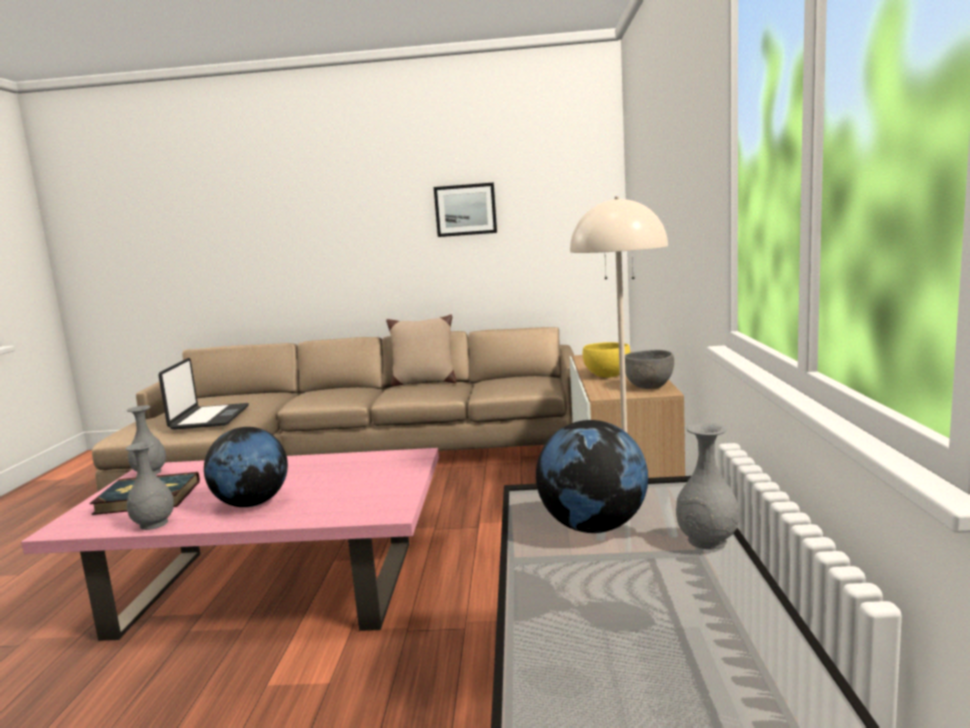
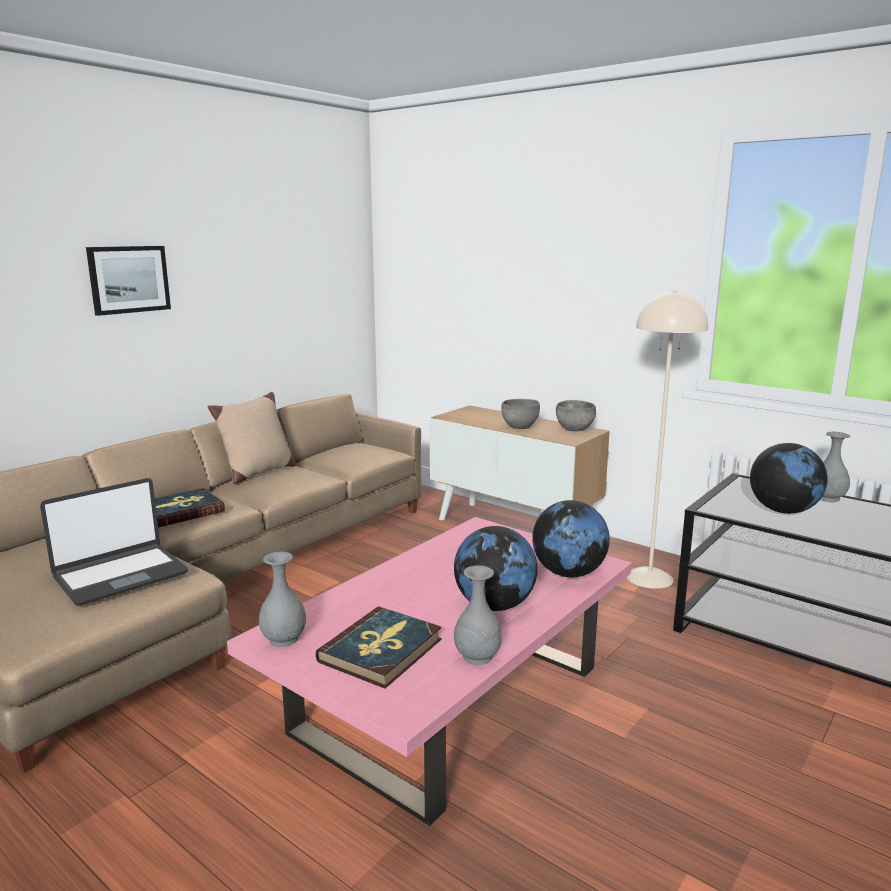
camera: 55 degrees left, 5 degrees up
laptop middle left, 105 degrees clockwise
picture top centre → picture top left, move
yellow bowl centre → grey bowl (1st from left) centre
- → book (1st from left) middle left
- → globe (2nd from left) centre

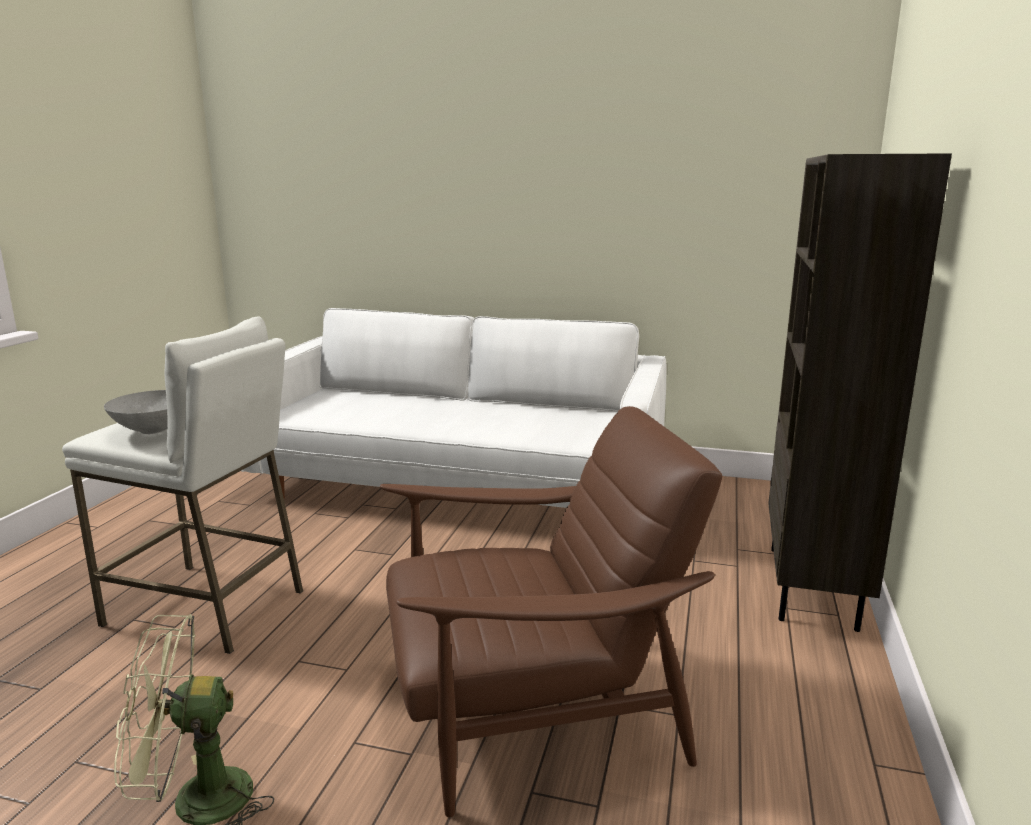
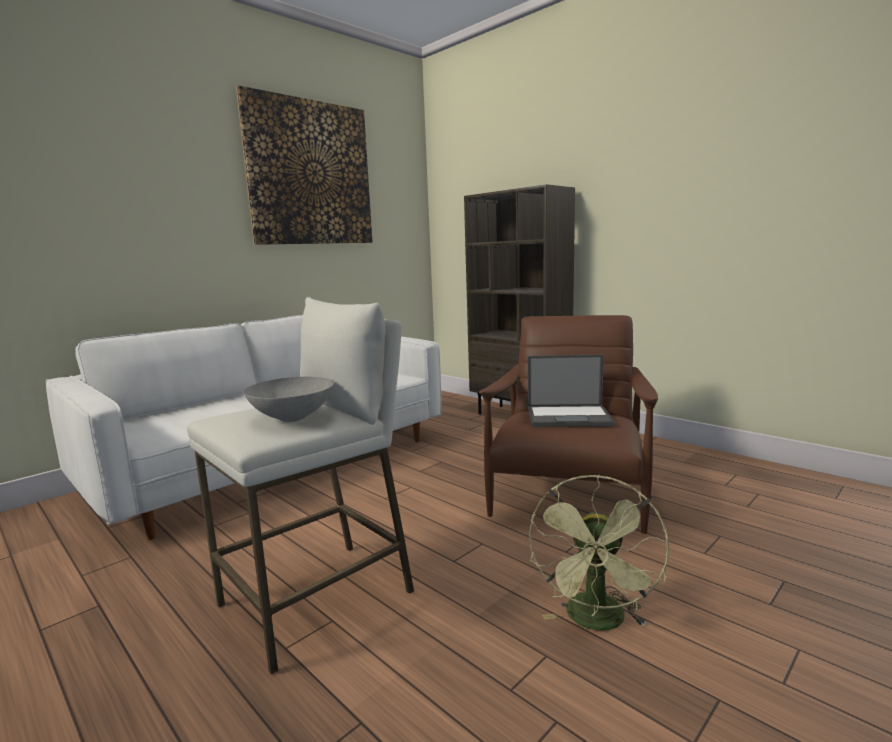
camera: 60 degrees left, 5 degrees down
- → picture top centre
- → laptop centre

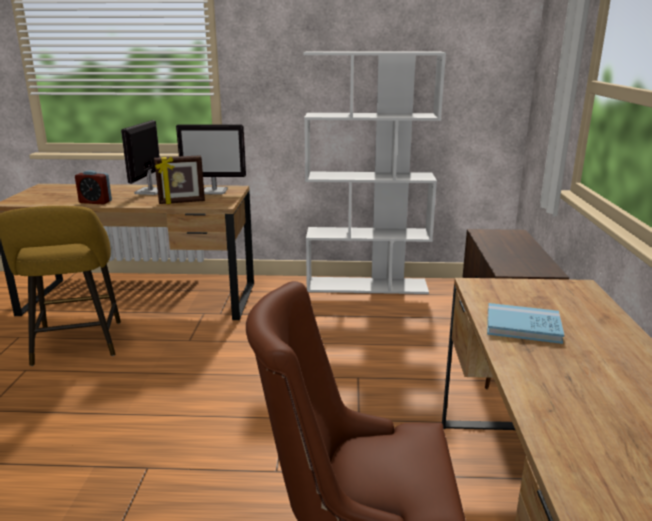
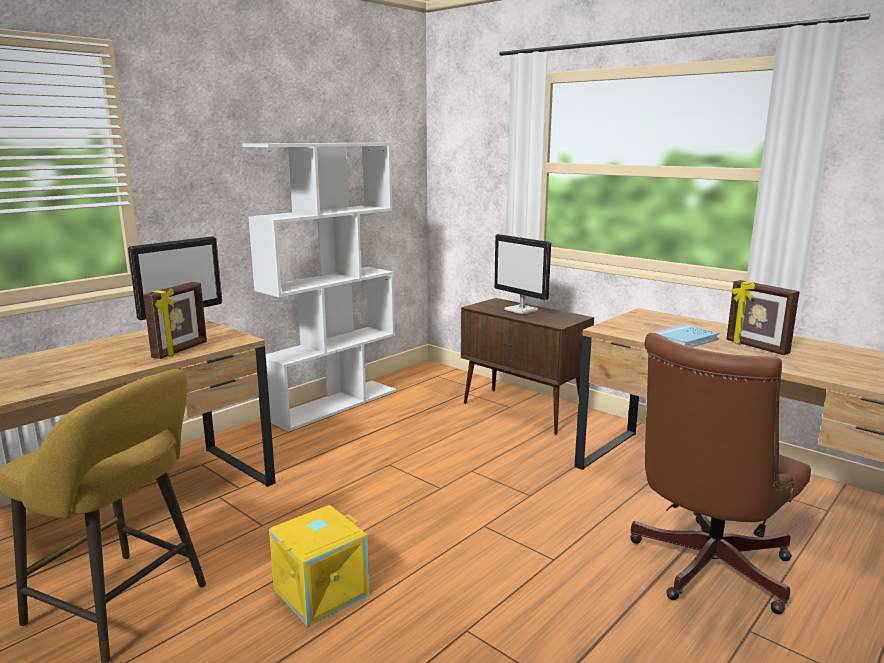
camera: 50 degrees left, 5 degrees down
alarm clock middle left → -
monitor (1st from left in the first image) top left → monitor (2nd from left) centre, move
- → yellow storage box bottom centre
- → picture frame (2nd from left) middle right

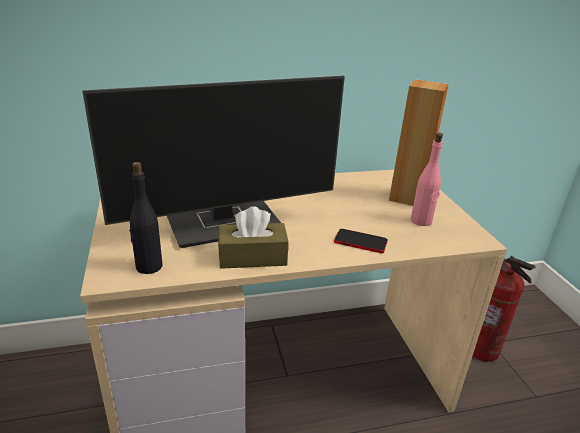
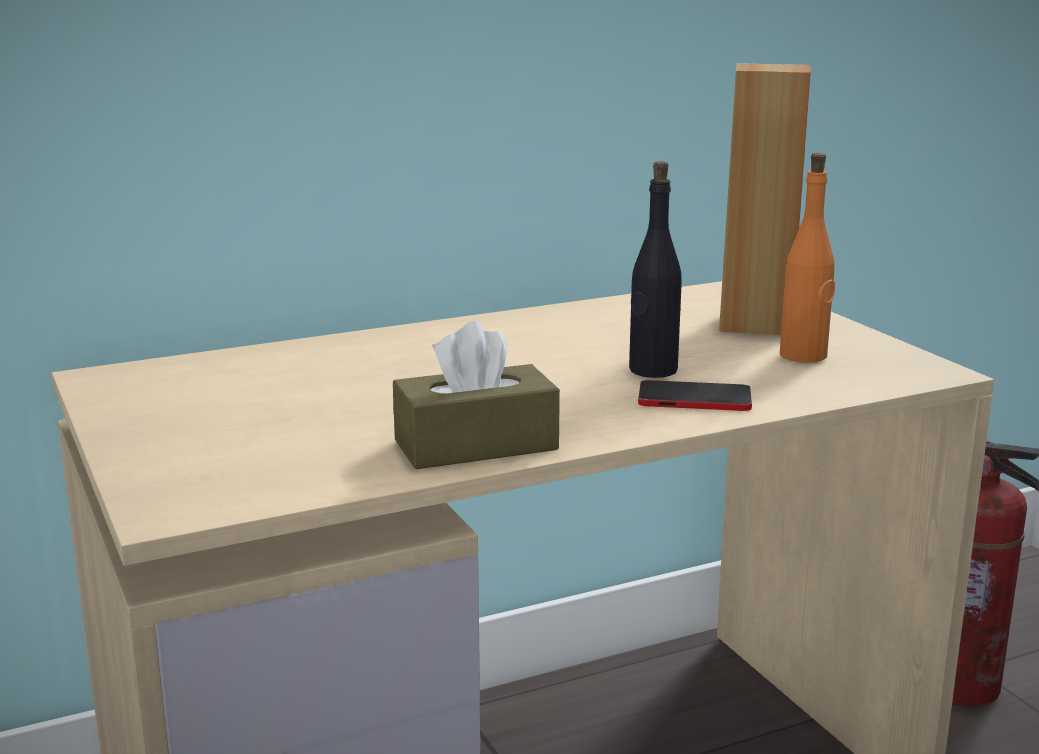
camera: 10 degrees left, 10 degrees down
monitor centre → -
black bottle middle left → black bottle centre, move
pink bottle middle right → orange bottle middle right

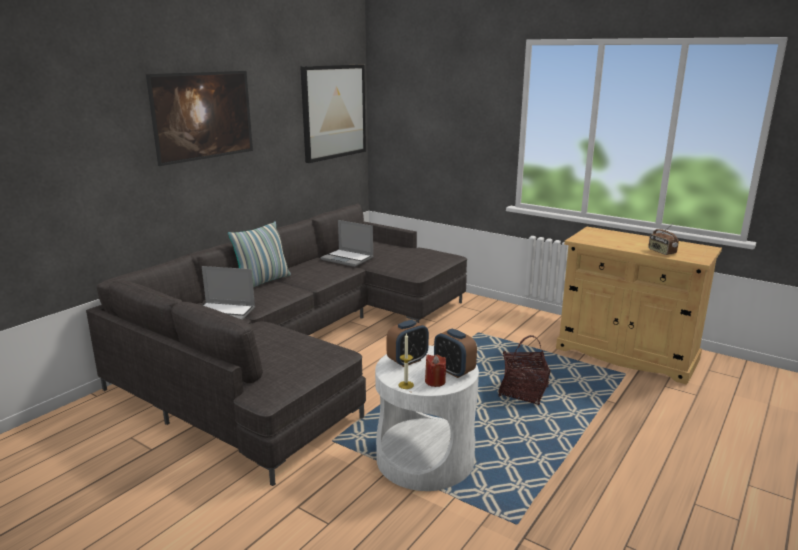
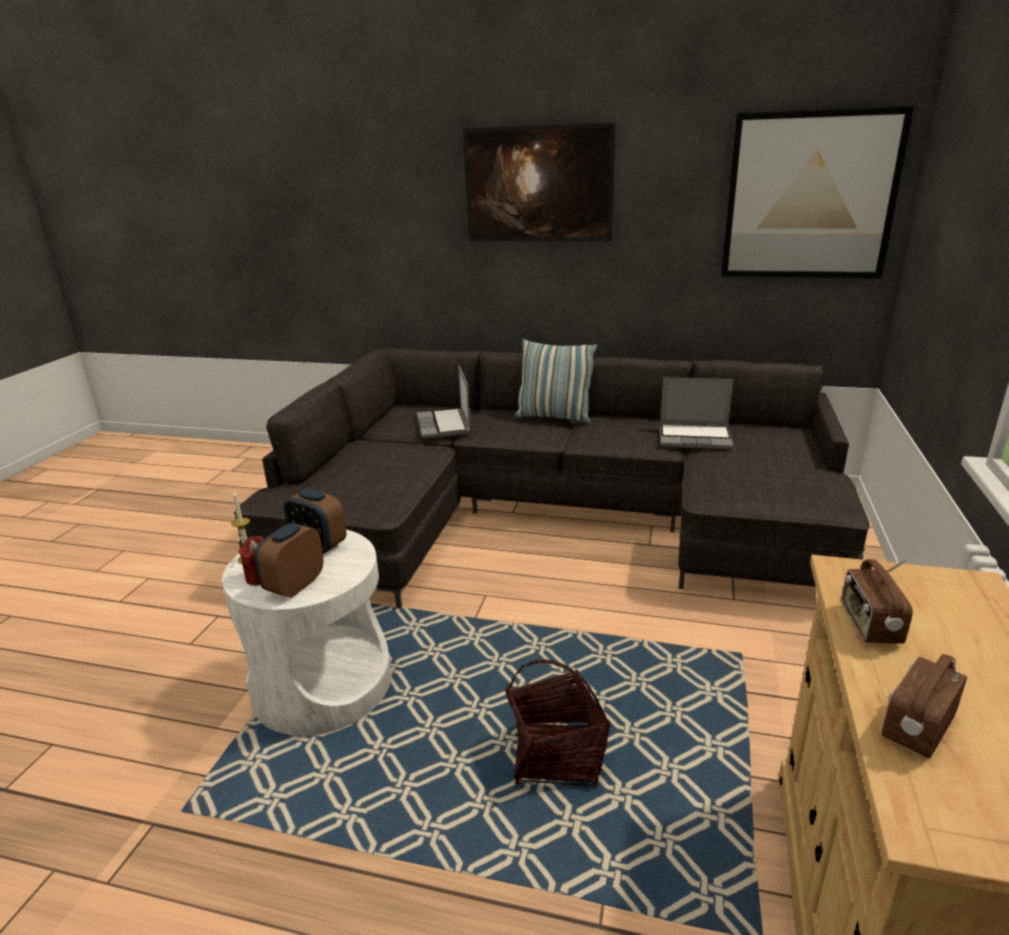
camera: 70 degrees right, 5 degrees up
laptop (2nd from left) centre → laptop (2nd from left) middle right, 90 degrees counterclockwise
- → radio (1st from left) middle right

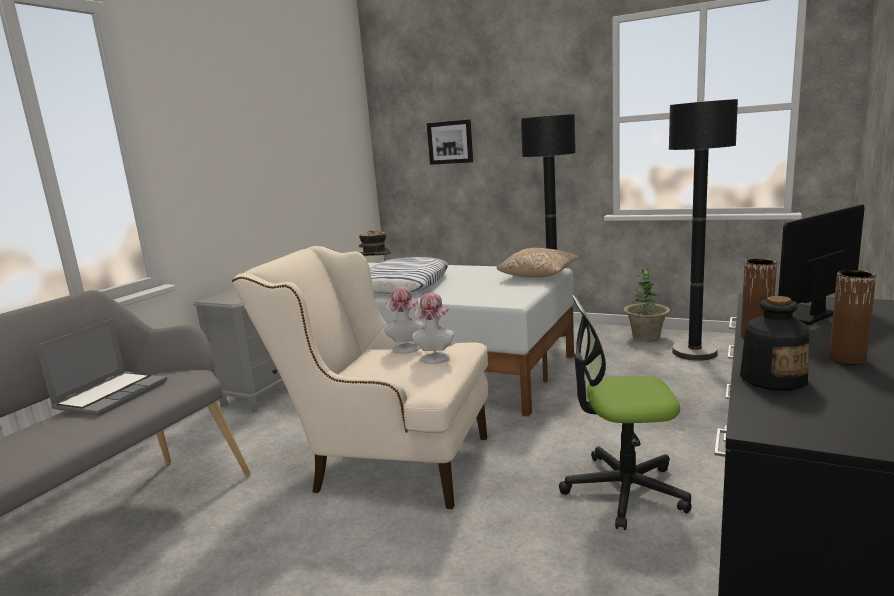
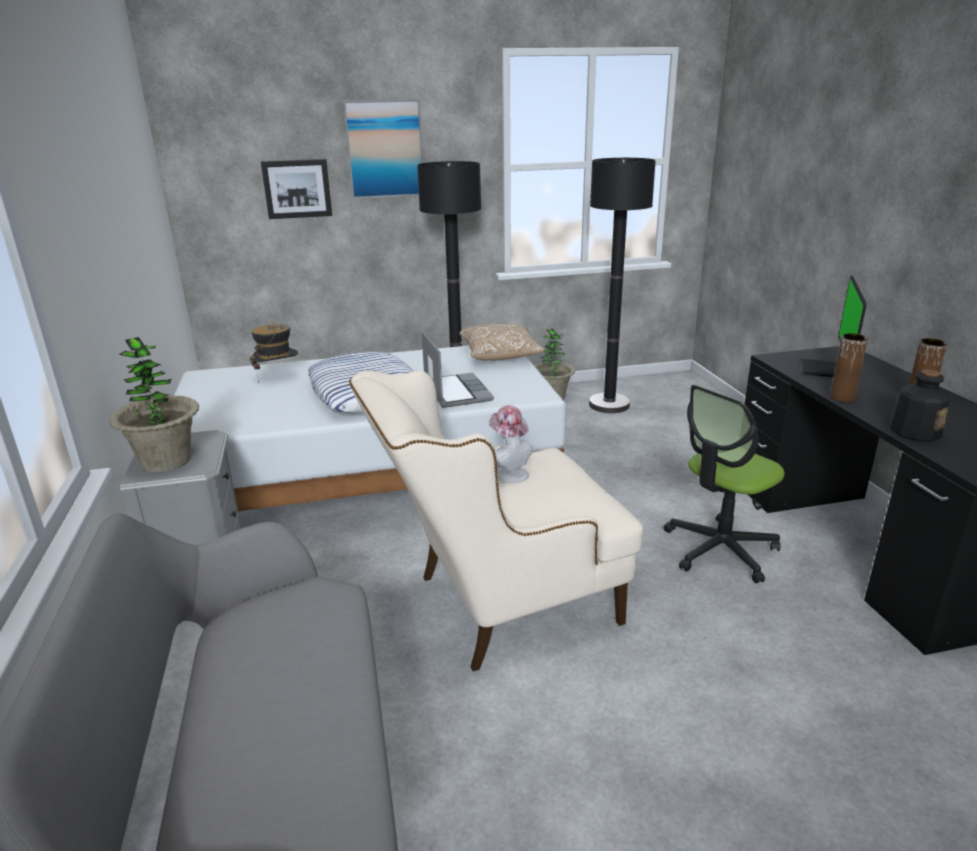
camera: 40 degrees left, 10 degrees up
laptop middle left → laptop centre, move
hat (3rd from left) centre → -
- → potted plant (1st from left) middle left
- → picture (2nd from left) top centre

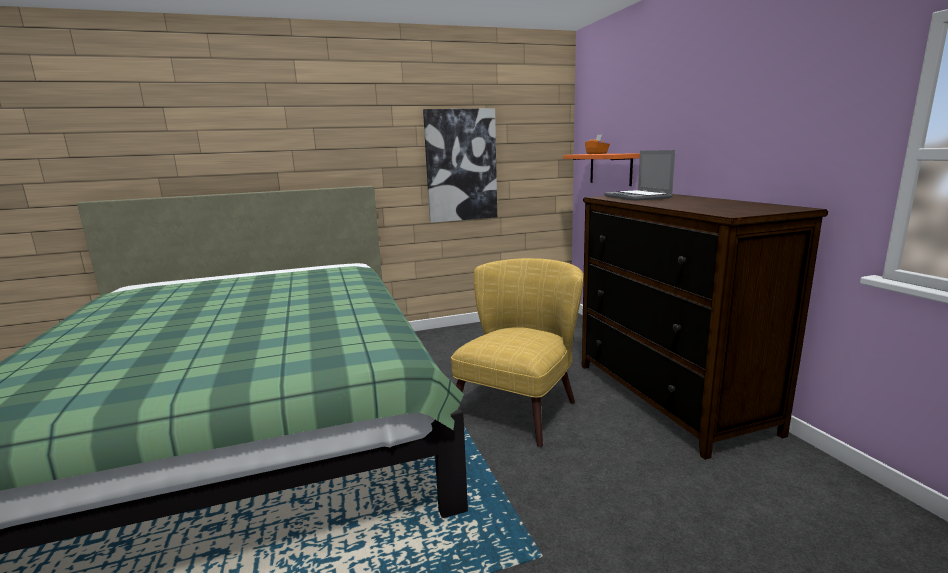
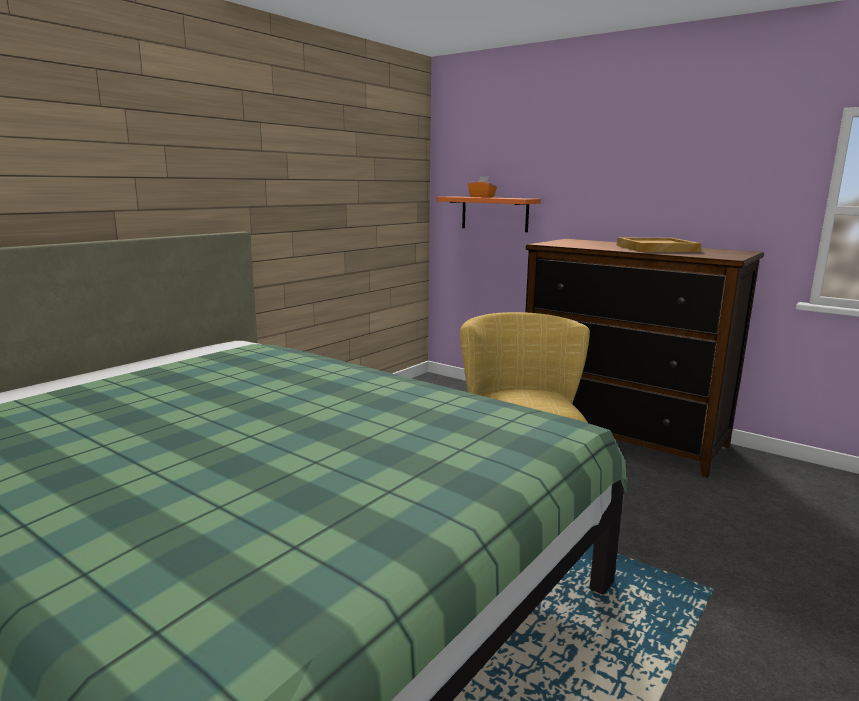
camera: 35 degrees left, 0 degrees up
picture top centre → -
laptop top right → -
- → beige tray middle right

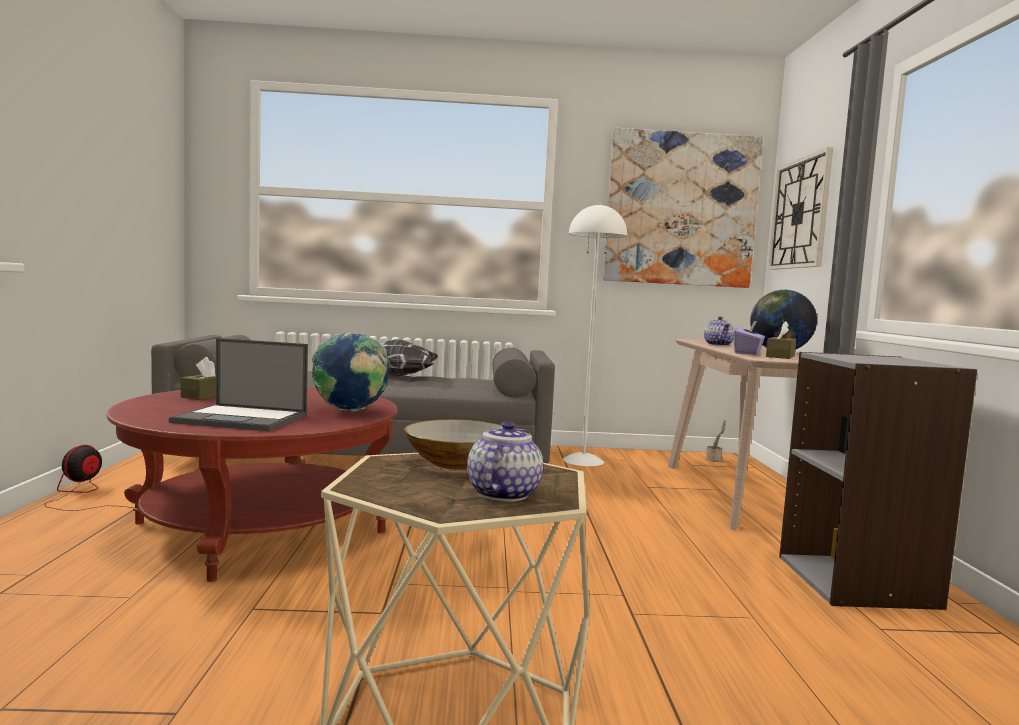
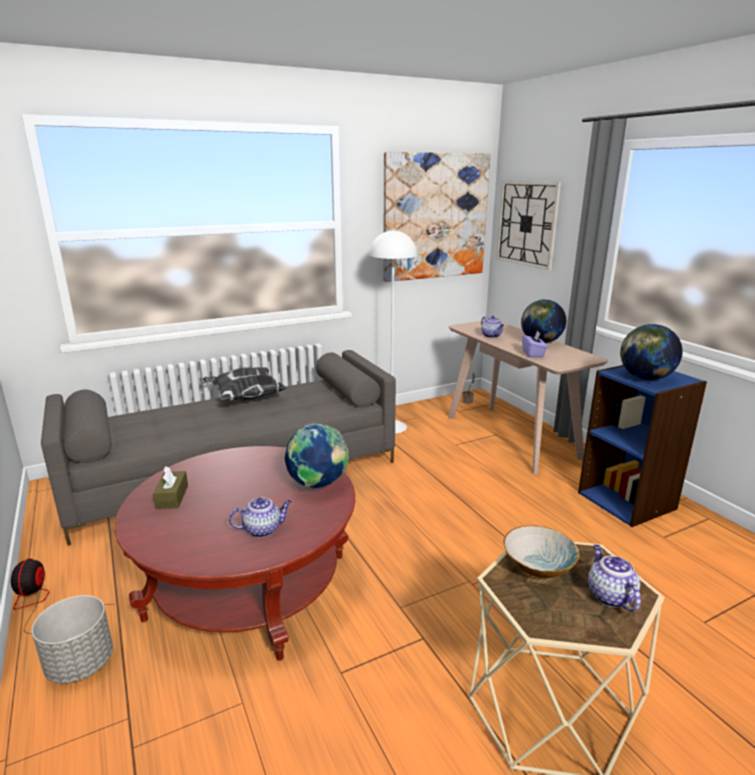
camera: 25 degrees left, 15 degrees up
laptop middle left → teapot (1st from left) bottom centre
brown tissue box (2nd from left) middle right → -
grey bookcase middle right → blue bookcase middle right
- → grey planter bottom left
- → globe (3rd from left) middle right

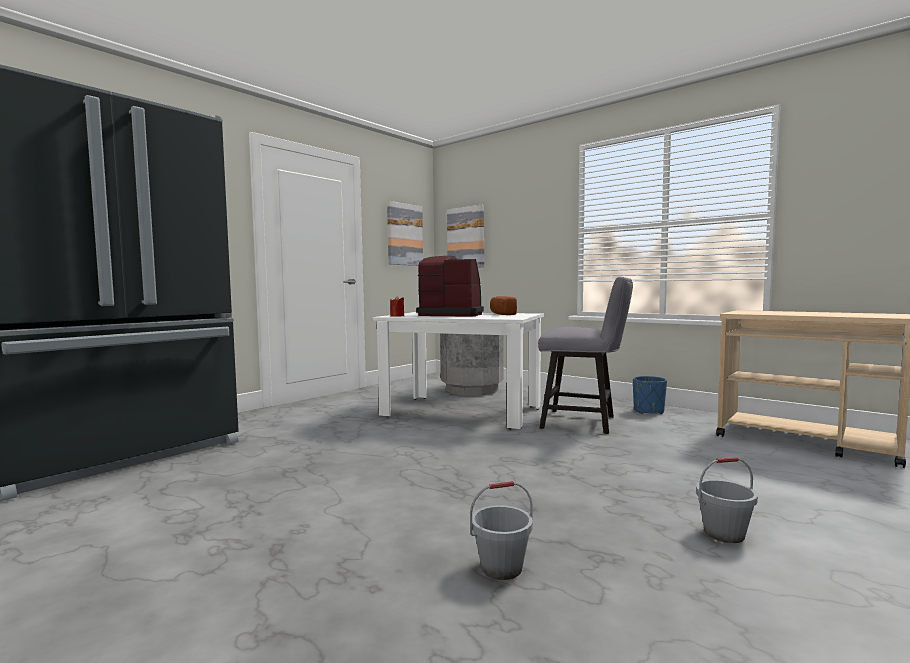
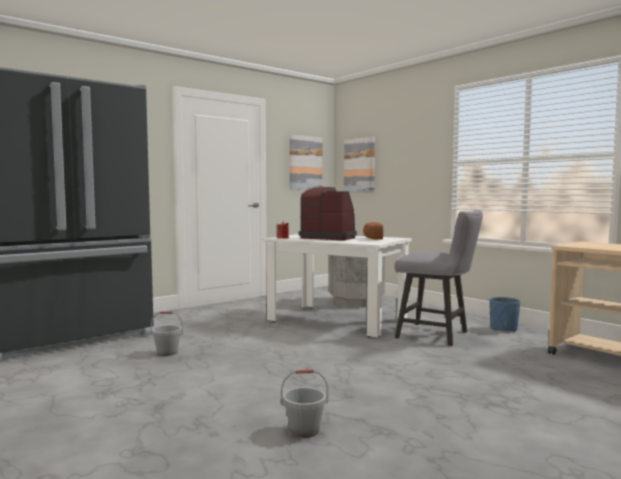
camera: 10 degrees right, 0 degrees up
grey bucket (2nd from left in the first image) bottom right → grey bucket (1st from left) bottom left, move

